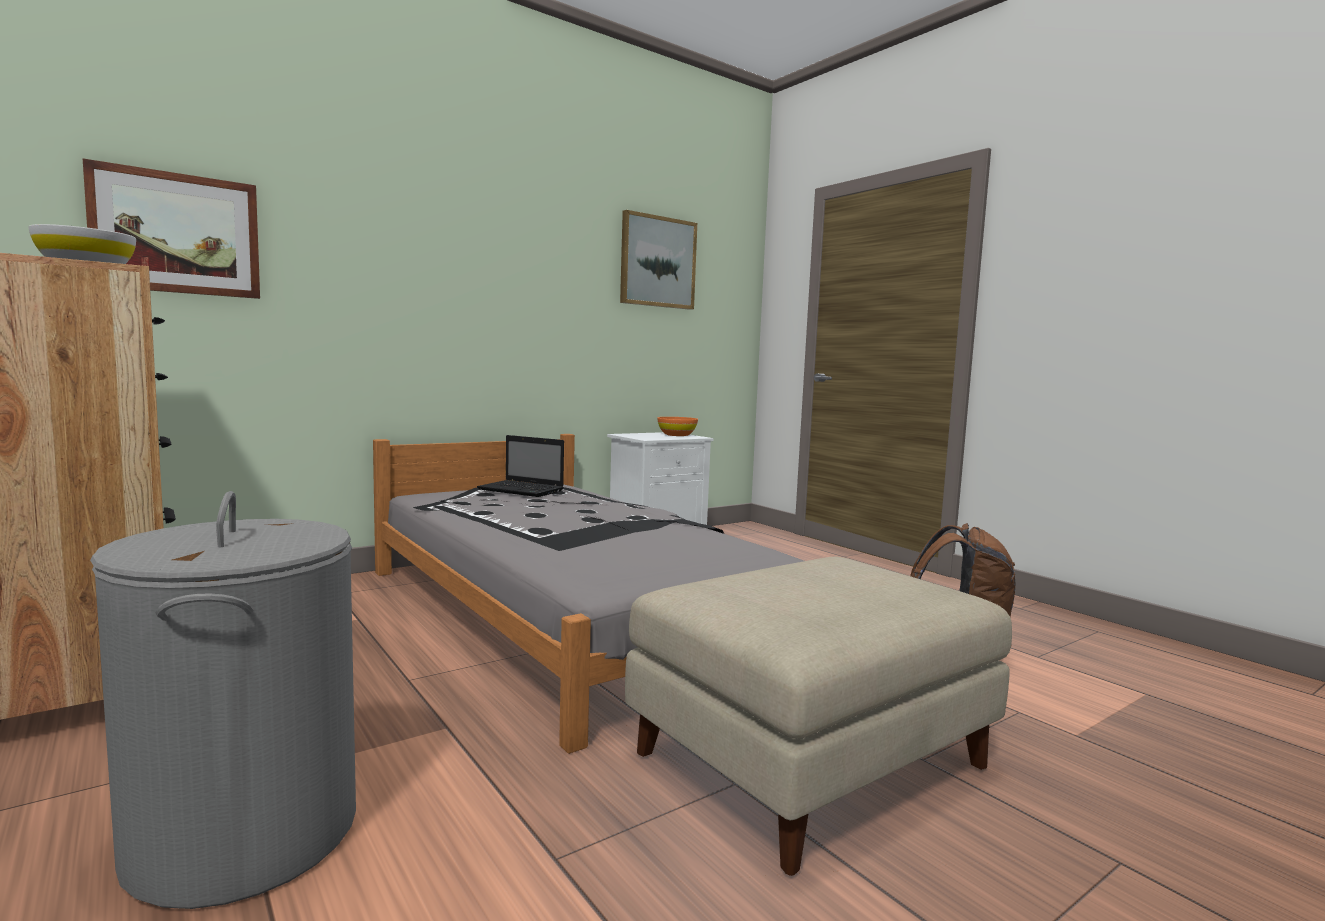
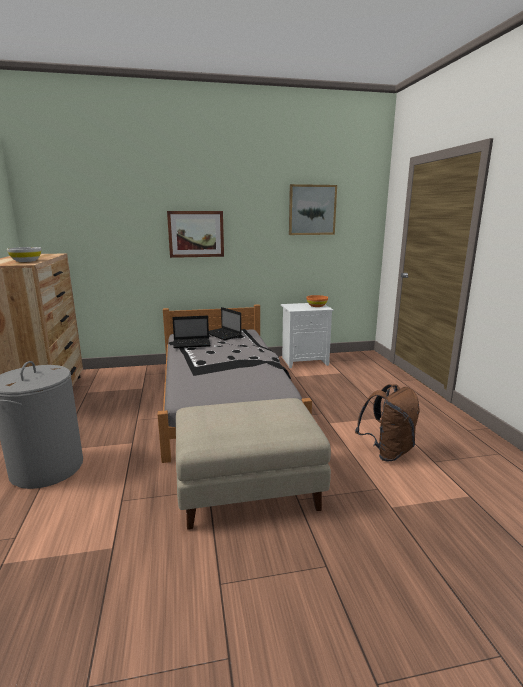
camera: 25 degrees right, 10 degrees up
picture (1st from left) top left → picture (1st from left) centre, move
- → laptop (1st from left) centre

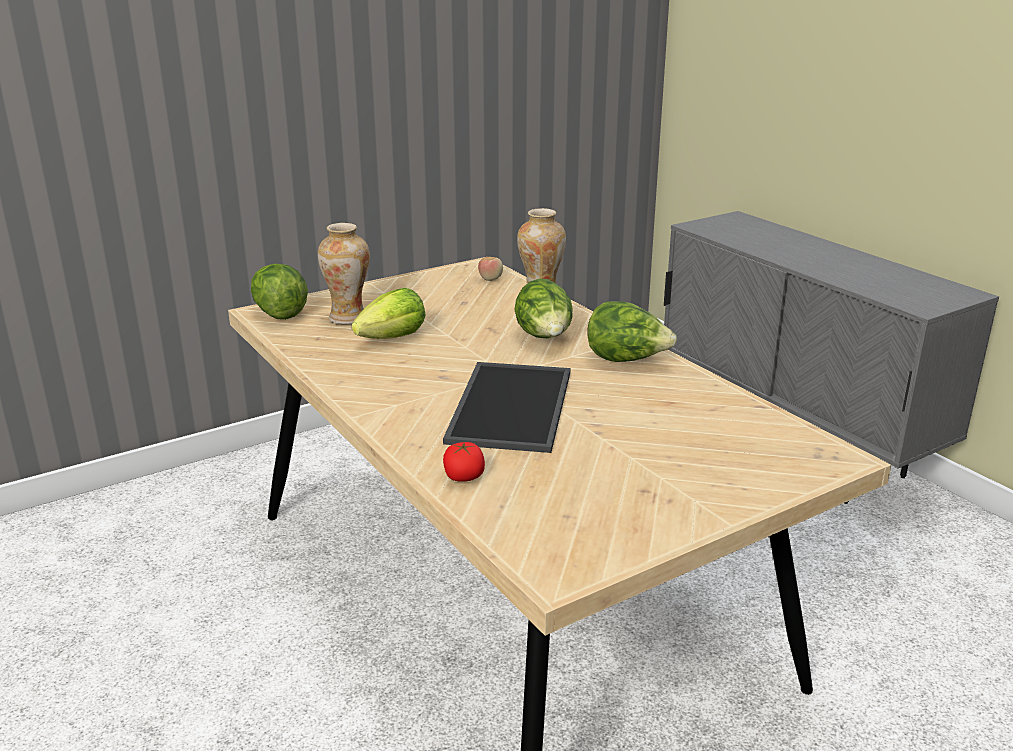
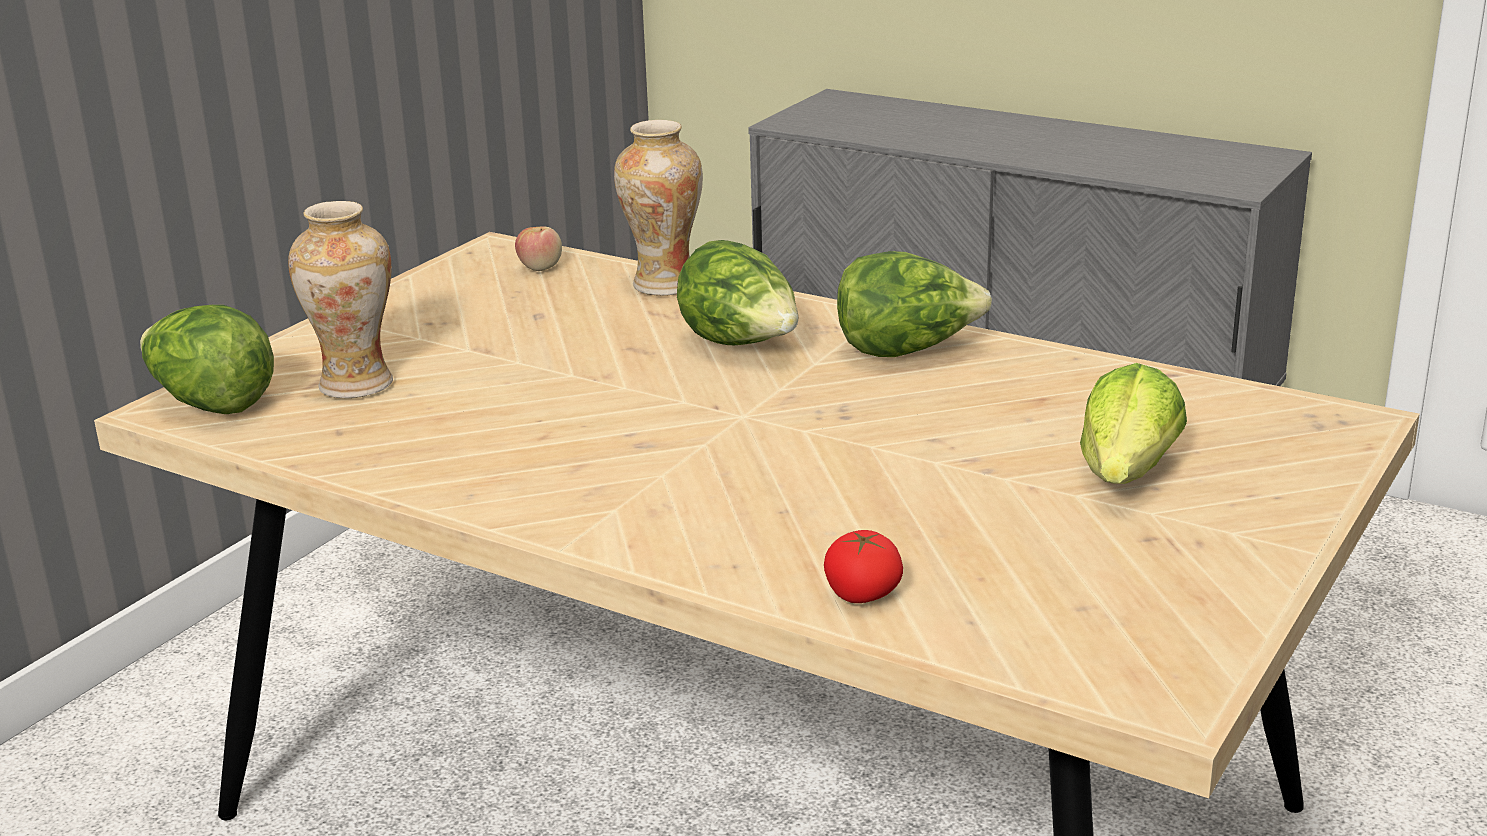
camera: 25 degrees left, 0 degrees up
lettuce (2nd from left in the first image) centre → lettuce (4th from left) middle right, move
tray centre → -

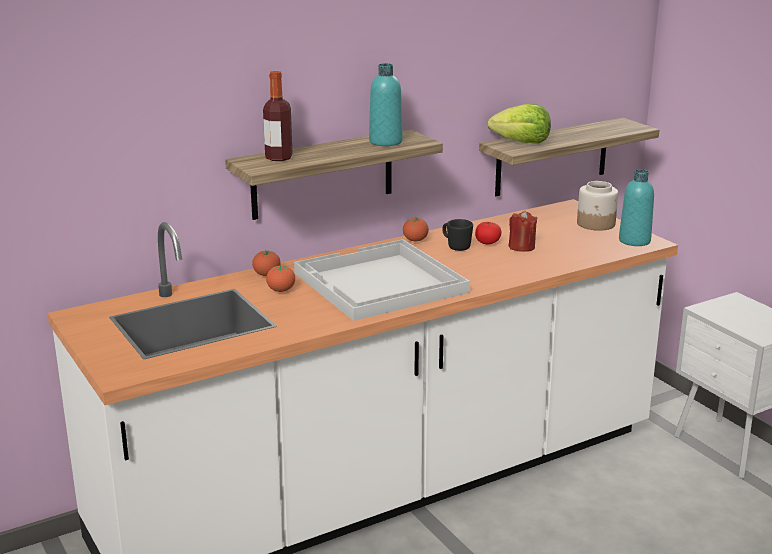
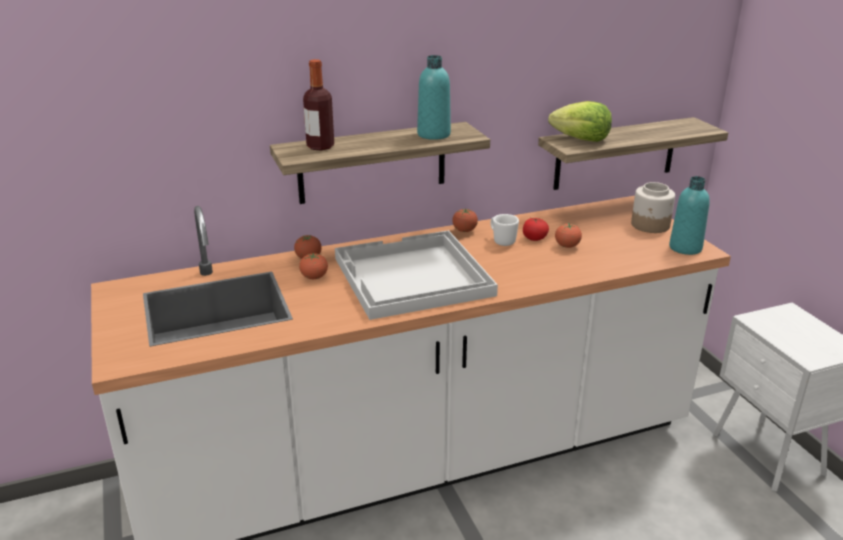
camera: 10 degrees right, 5 degrees up
black mug centre → white mug centre
red candle middle right → tomato (5th from left) middle right

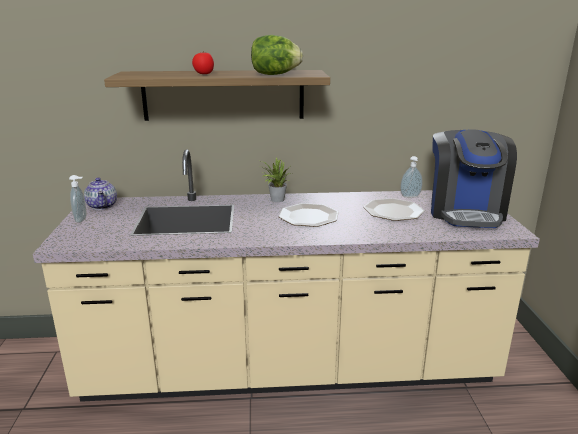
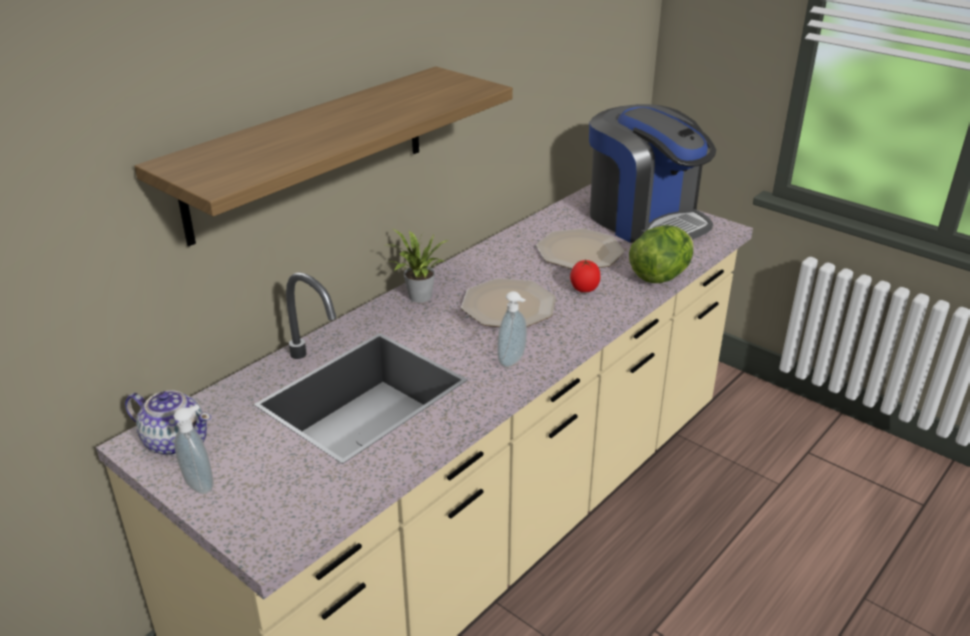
camera: 45 degrees left, 10 degrees up
tomato top centre → tomato centre, move
lettuce top centre → lettuce middle right, move
soap dispenser (2nd from left) middle right → soap dispenser (2nd from left) centre, move

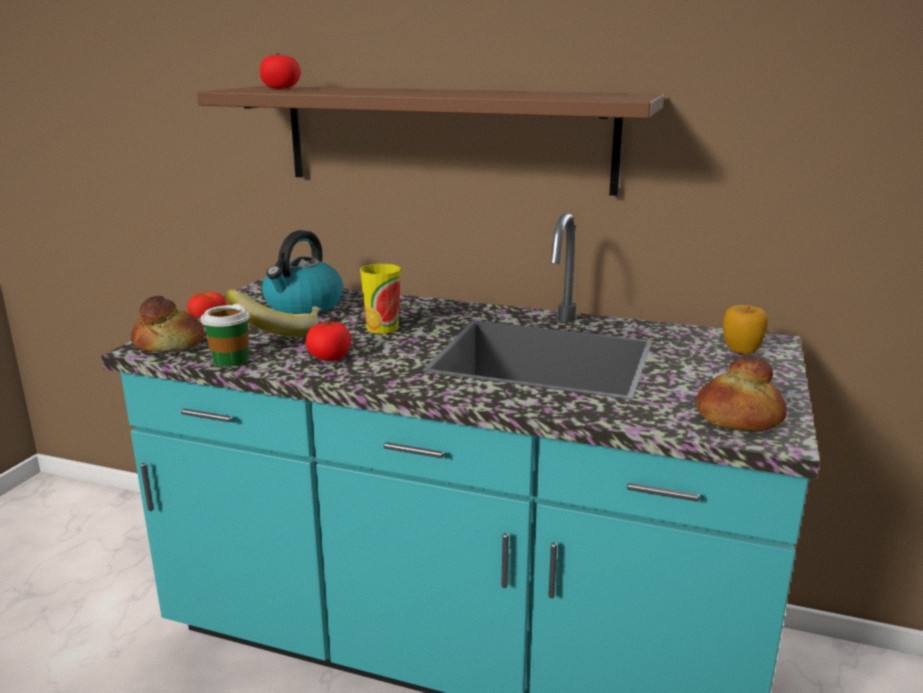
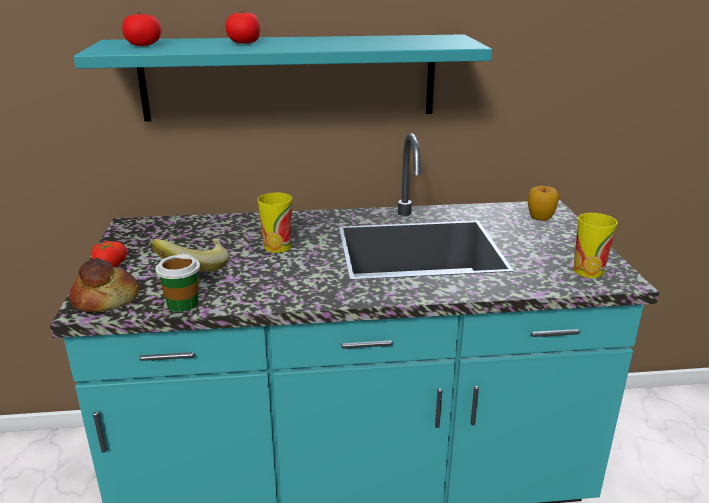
camera: 25 degrees left, 5 degrees up
brown shelf top centre → turquoise shelf top centre
kettle middle left → -
tomato (3rd from left) centre → tomato (3rd from left) top centre, move
bread (2nd from left) middle right → cup (3rd from left) middle right

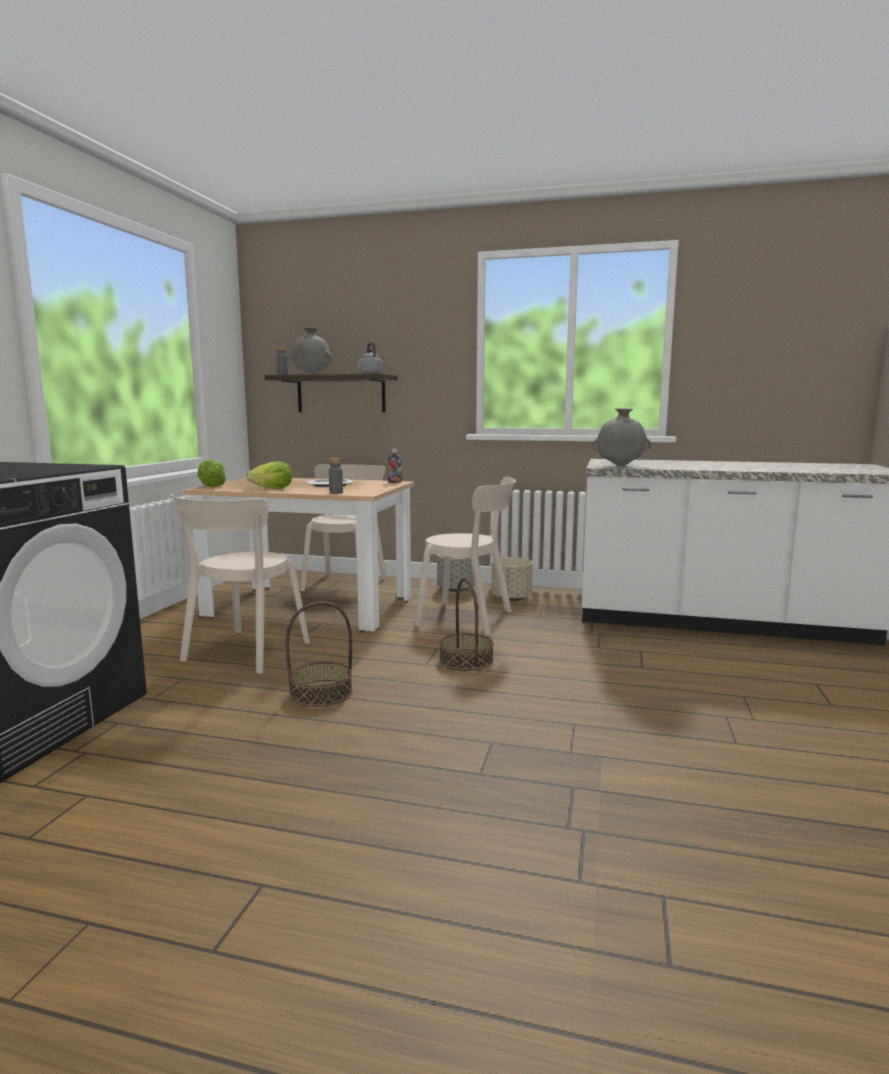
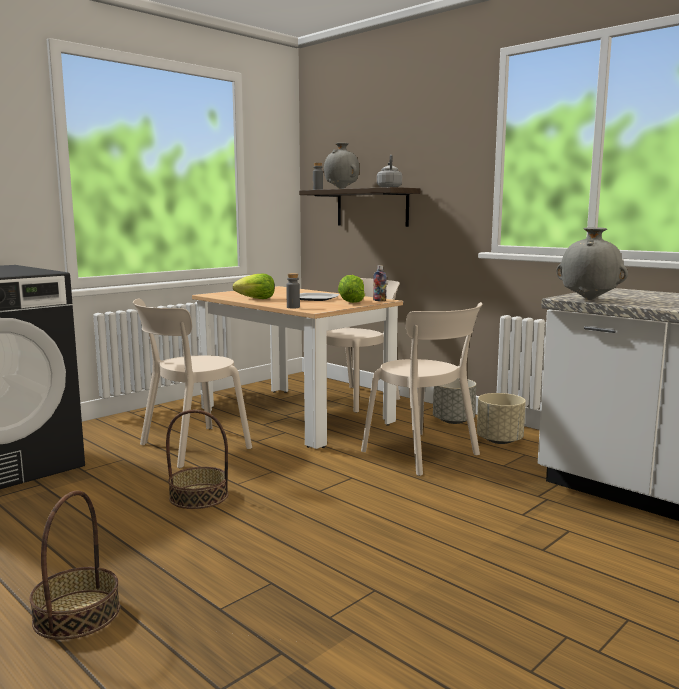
camera: 30 degrees right, 0 degrees up
lettuce (1st from left in the first image) middle left → lettuce (2nd from left) centre, move
basket (2nd from left in the first image) centre → basket (1st from left) bottom left, move

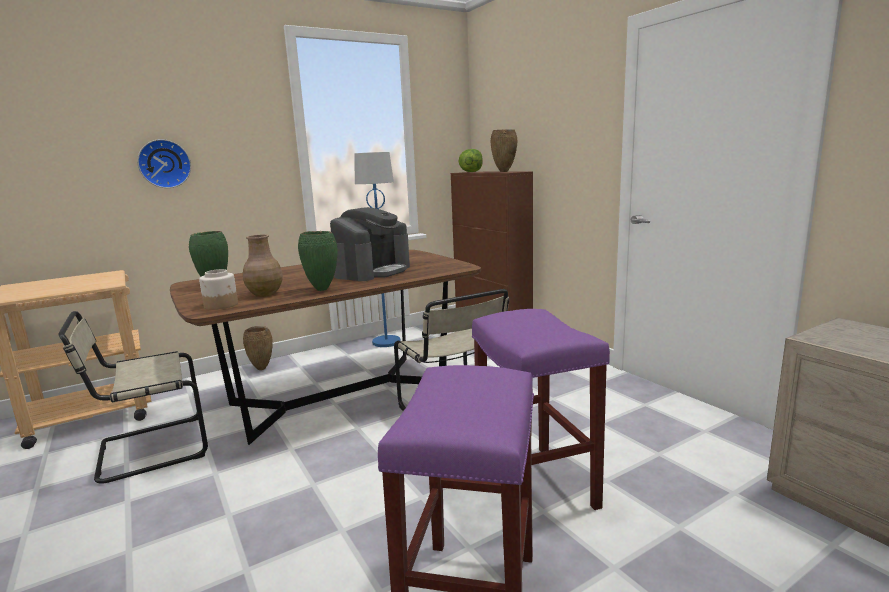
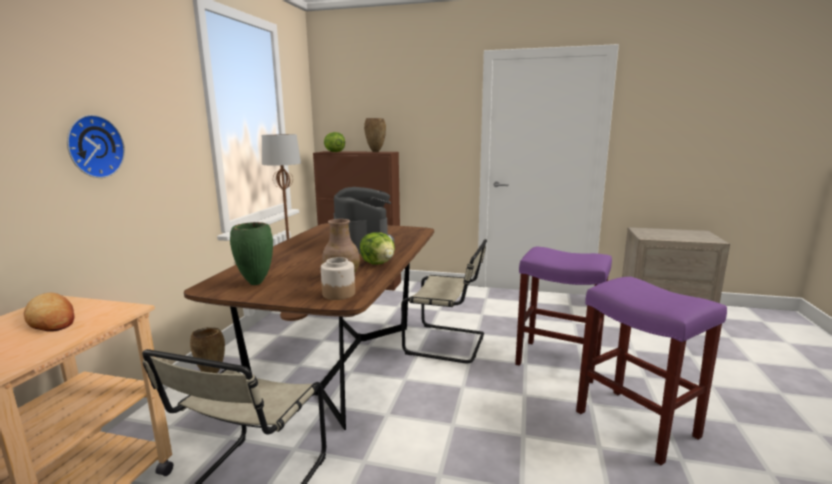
camera: 45 degrees left, 0 degrees up
green vase (2nd from left) centre → lettuce (2nd from left) centre
blue floor lamp centre → brown floor lamp centre
- → bread middle left

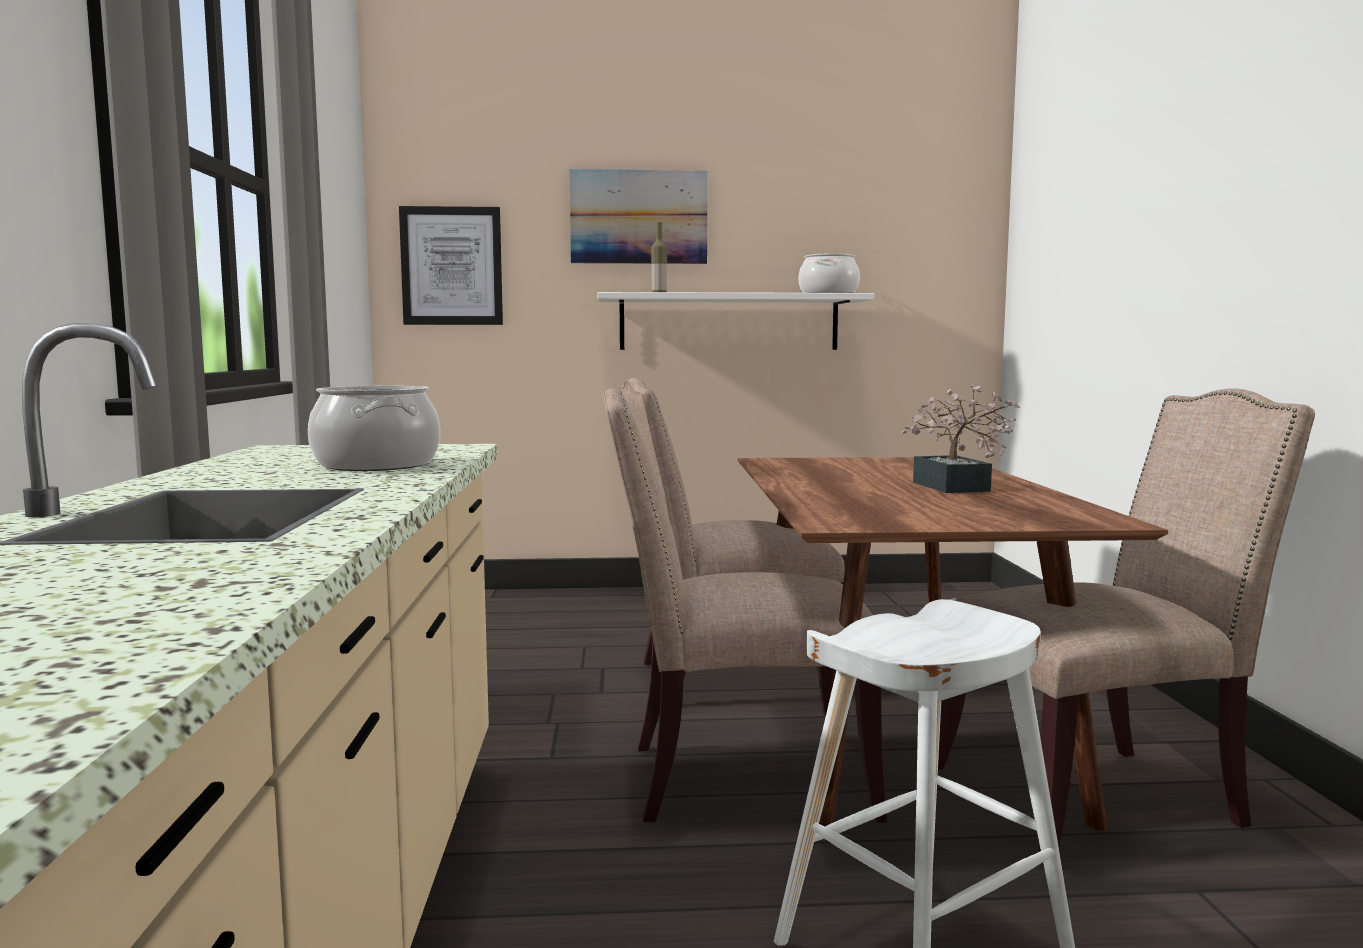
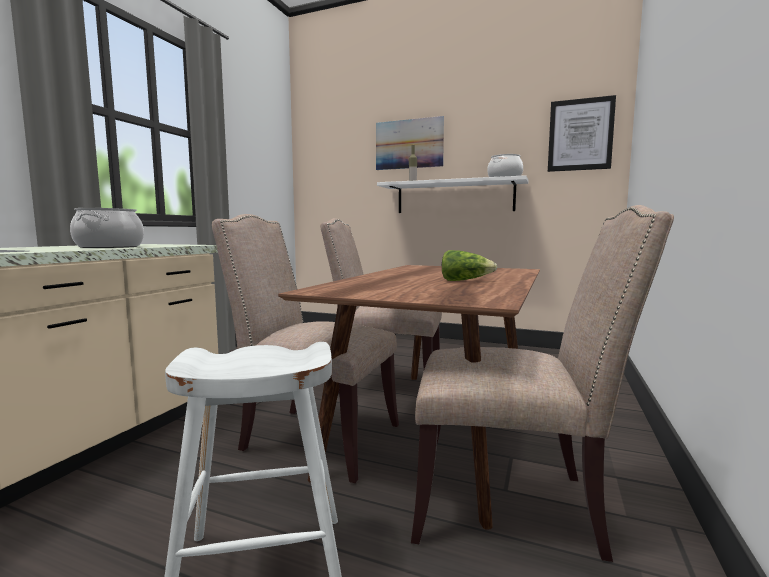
camera: 25 degrees right, 0 degrees up
picture (1st from left in the first image) top left → picture (2nd from left) top right, move
potted plant middle right → lettuce centre

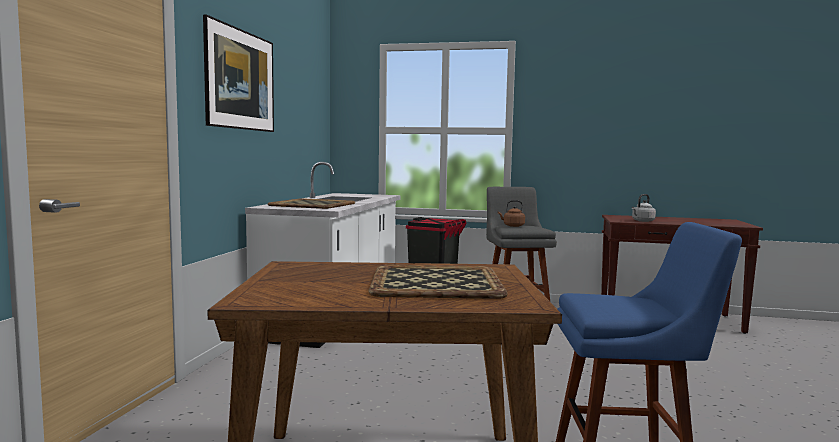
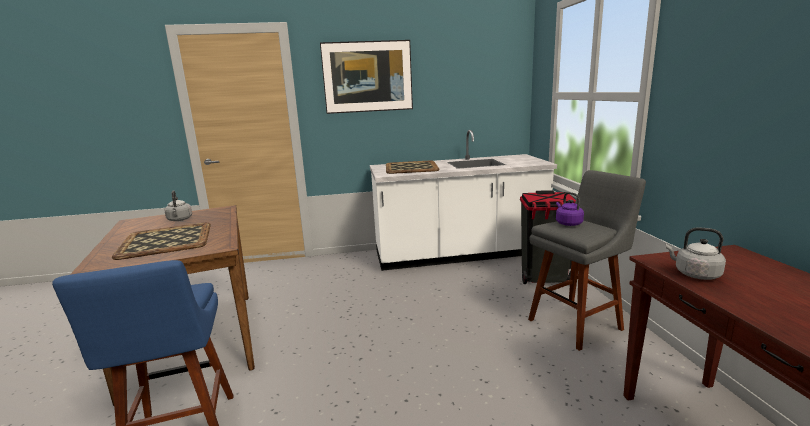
camera: 70 degrees right, 10 degrees up
brown kettle centre → purple kettle middle right
- → grey kettle (1st from left) middle left

